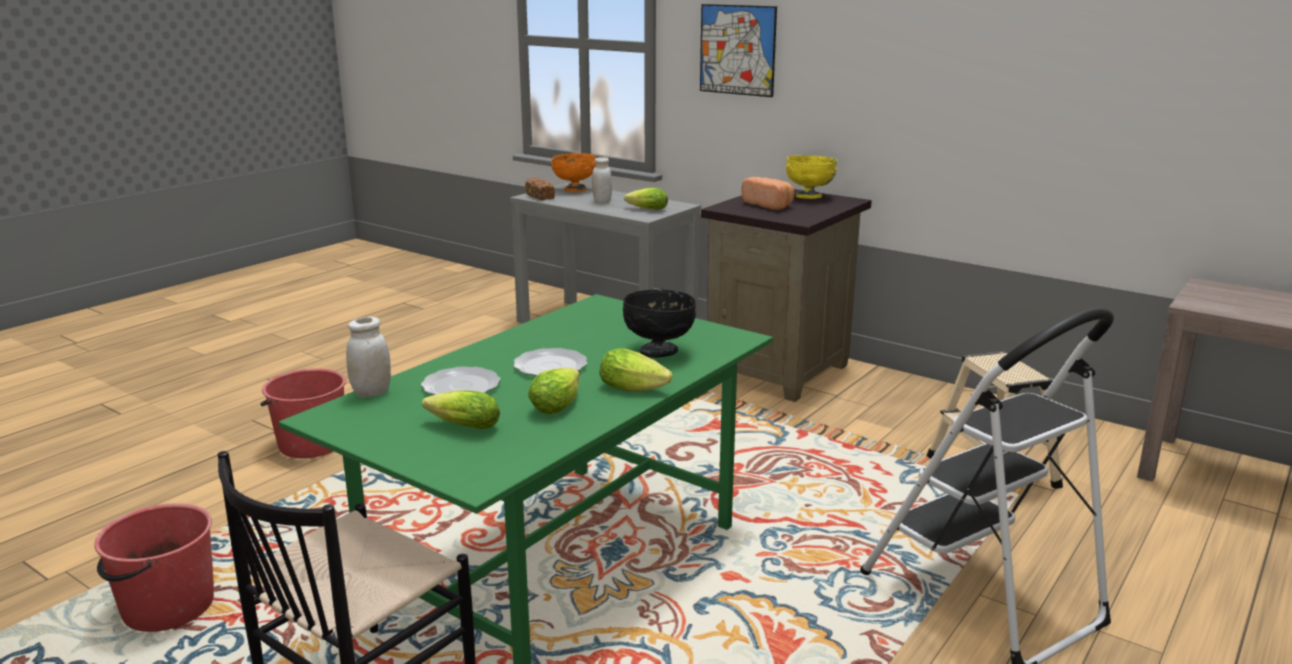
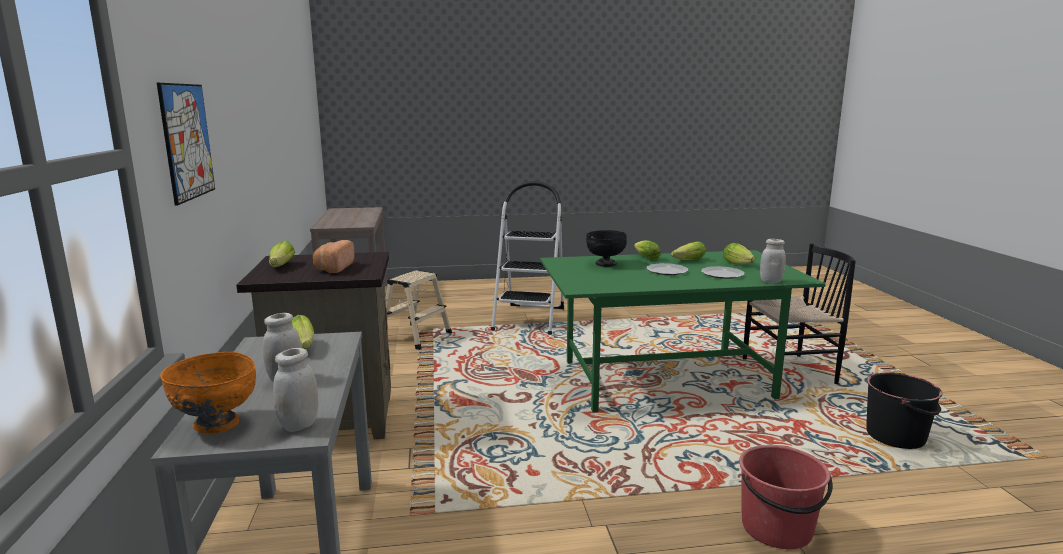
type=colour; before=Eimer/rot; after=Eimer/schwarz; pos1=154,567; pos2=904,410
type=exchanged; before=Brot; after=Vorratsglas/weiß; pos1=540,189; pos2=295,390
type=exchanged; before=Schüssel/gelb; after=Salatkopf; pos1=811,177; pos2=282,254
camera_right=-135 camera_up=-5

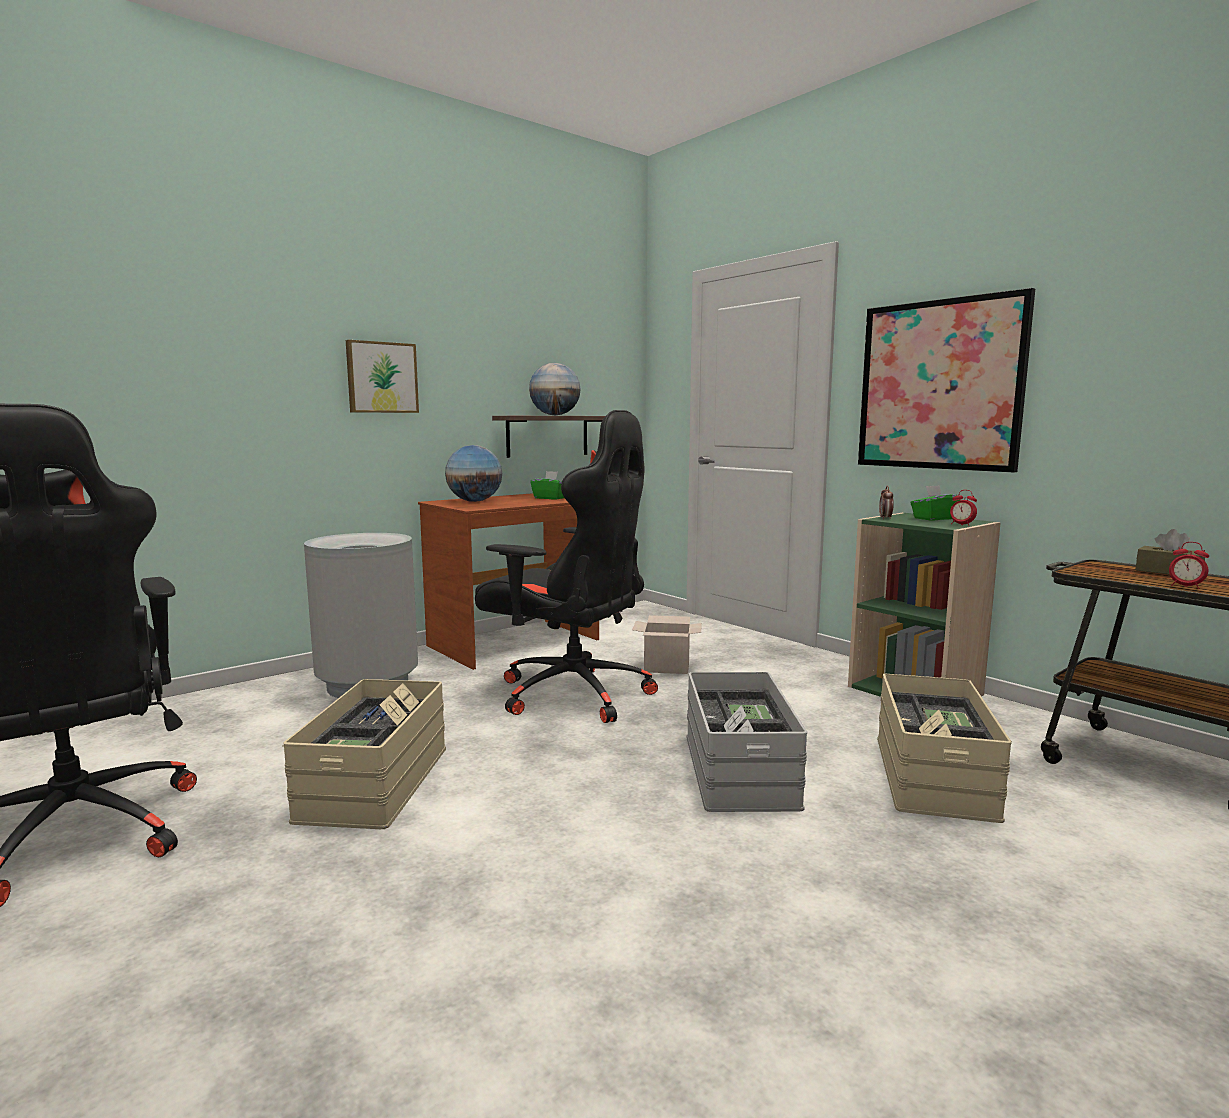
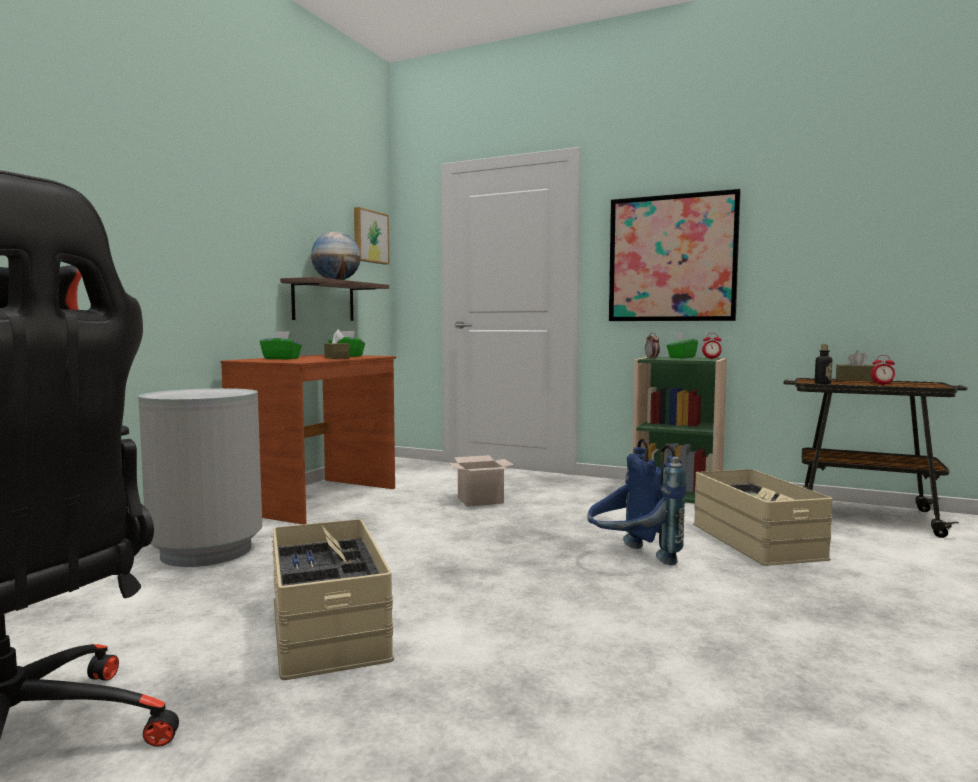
type=relocated; before=Bild; pos1=382,376; pos2=371,236
type=exchanged; before=Globus; after=Taschentuchbox/grün; pos1=473,473; pos2=281,345
type=missing; before=Bürostuhl/schwarz; pos1=566,566
type=exchanged; before=Aufbewahrungsbox/grau; after=Rucksack/blau; pos1=746,742; pos2=636,501
type=appeared; after=Taschentuchbox/braun; pos2=337,344
type=appeared; after=Flasche; pos2=824,364
camera_right=-25 camera_up=-5

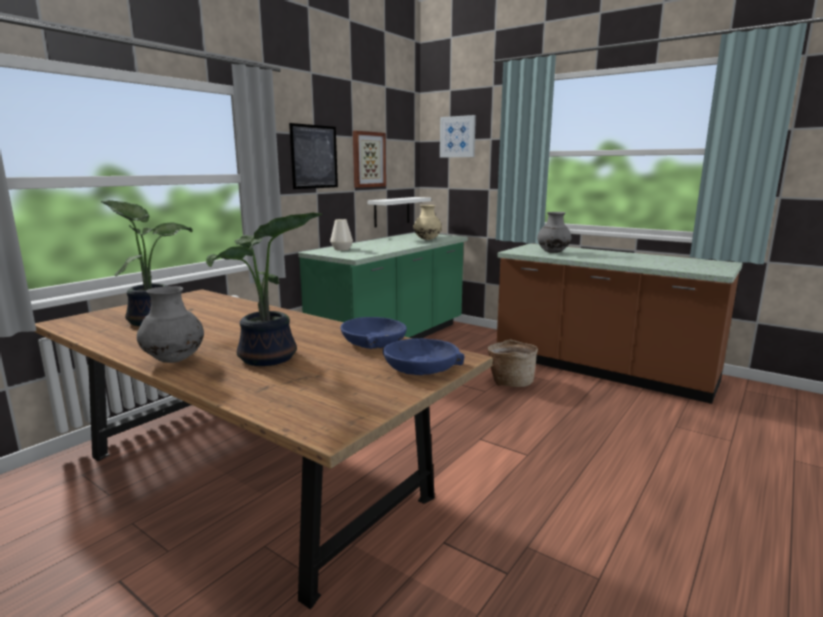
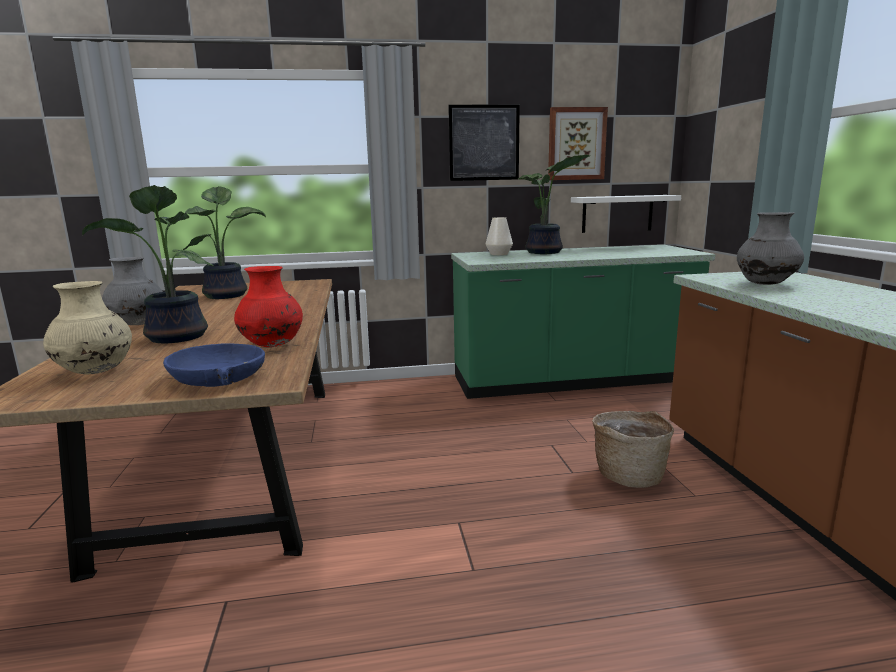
type=exchanged; before=Schüssel/blau; after=Vase/rot; pos1=373,333; pos2=268,306
type=relocated; before=Vase/beige; pos1=427,222; pos2=87,327
type=missing; before=Bild; pos1=458,136
type=appeared; after=Topfpflanze; pos2=554,204
camera_right=45 camera_up=0

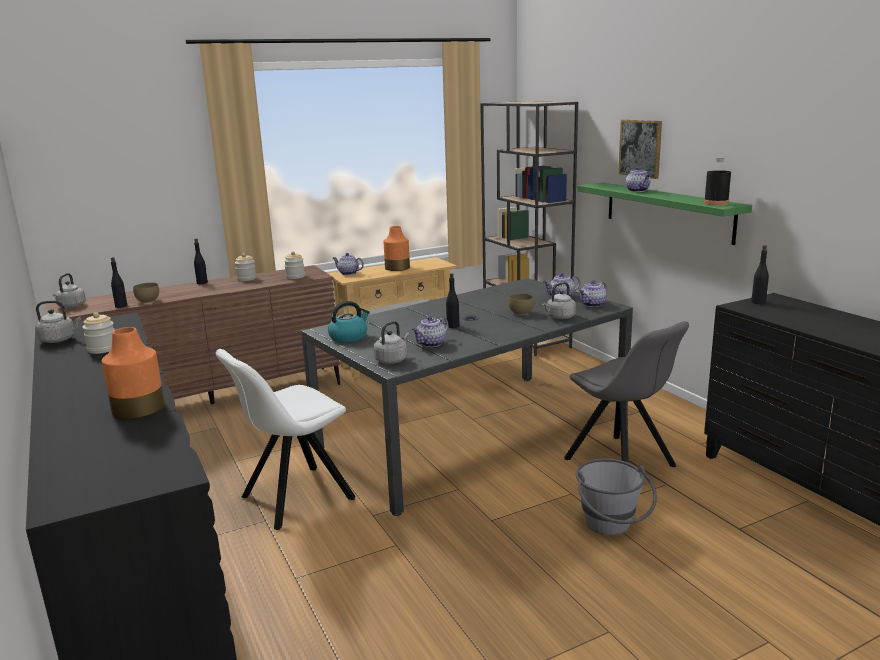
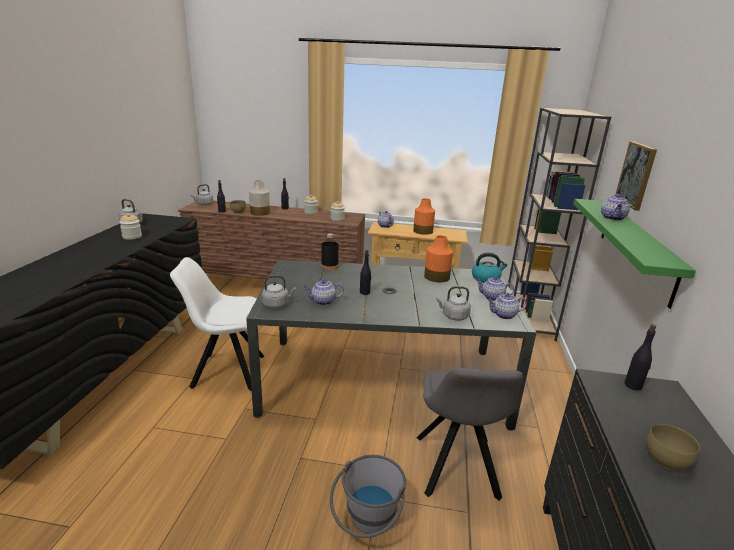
type=relocated; before=Vase/orange; pos1=133,373; pos2=438,258
type=relocated; before=Wasserkessel; pos1=349,321; pos2=489,268
type=relocated; before=Schüssel/braun; pos1=521,304; pos2=673,447
type=relocated; before=Flasche/schwarz; pos1=717,181; pos2=330,251
type=appeared; after=Vase/beige; pos2=259,198
camera_right=35 camera_up=5

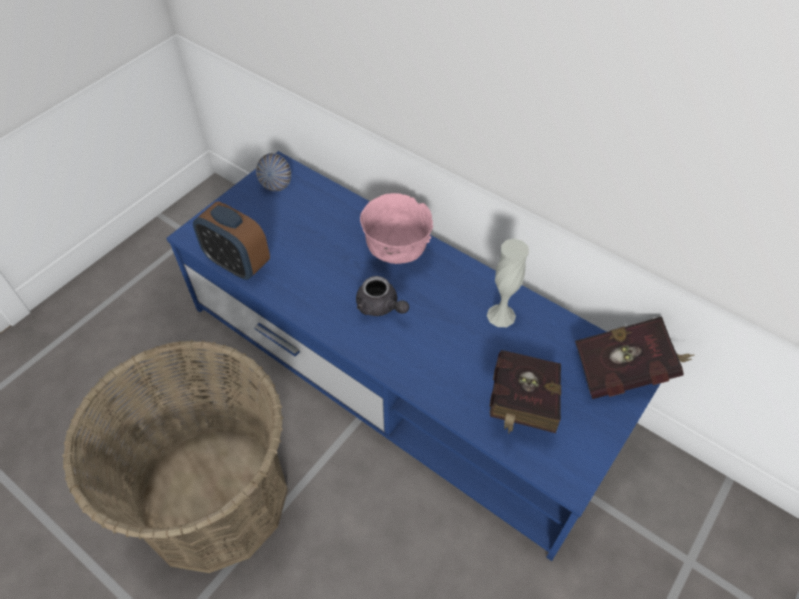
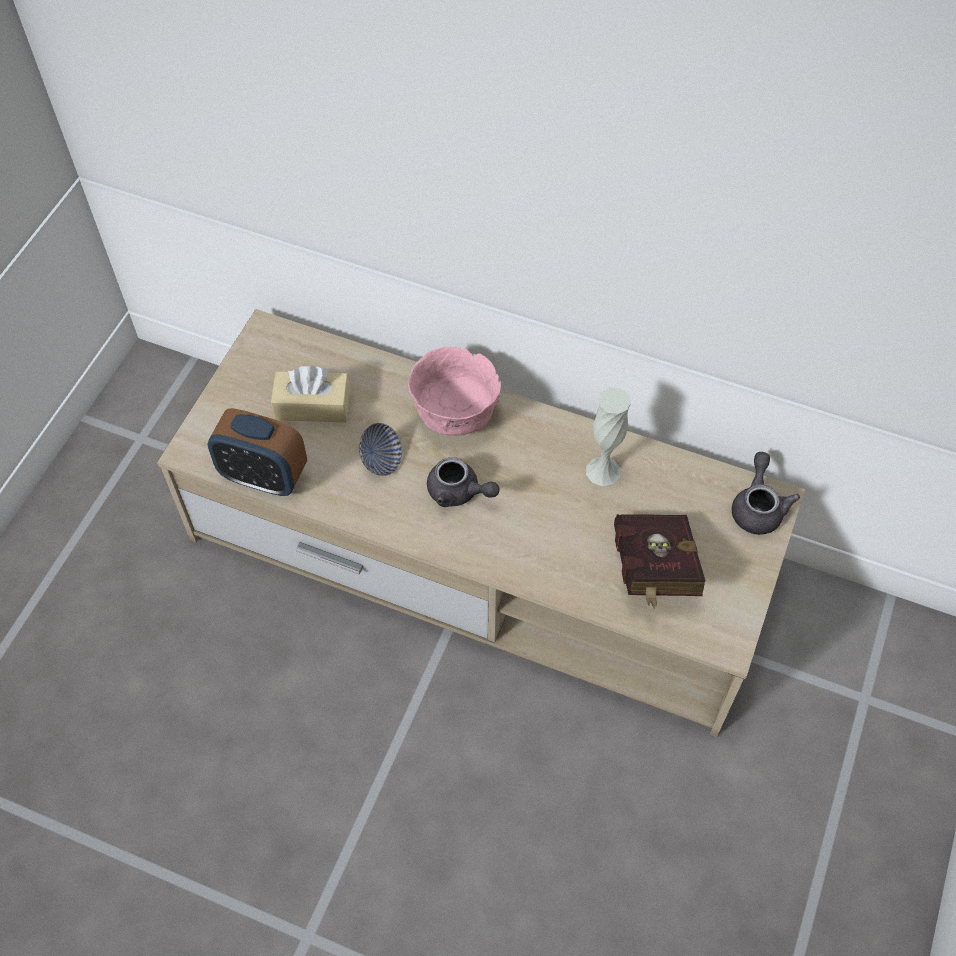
type=missing; before=Korb; pos1=175,456
type=colour; before=Fernsehschrank/blau; after=Fernsehschrank/beige; pos1=413,356; pos2=481,523
type=relocated; before=Schüssel; pos1=273,172; pos2=380,449
type=exchanged; before=Buch/rot; after=Teekanne/grau; pos1=634,357; pos2=766,493
type=appeared; after=Taschentuchbox/beige; pos2=310,394
camera_right=-15 camera_up=5

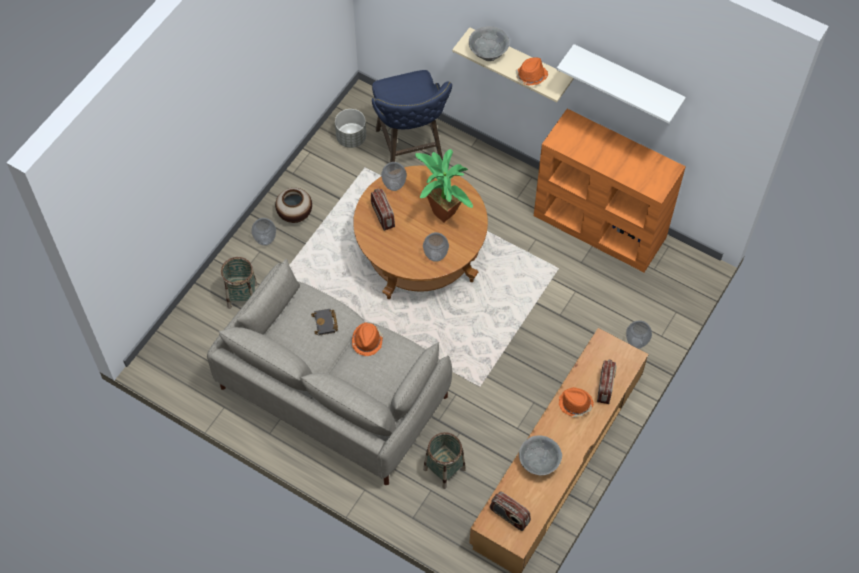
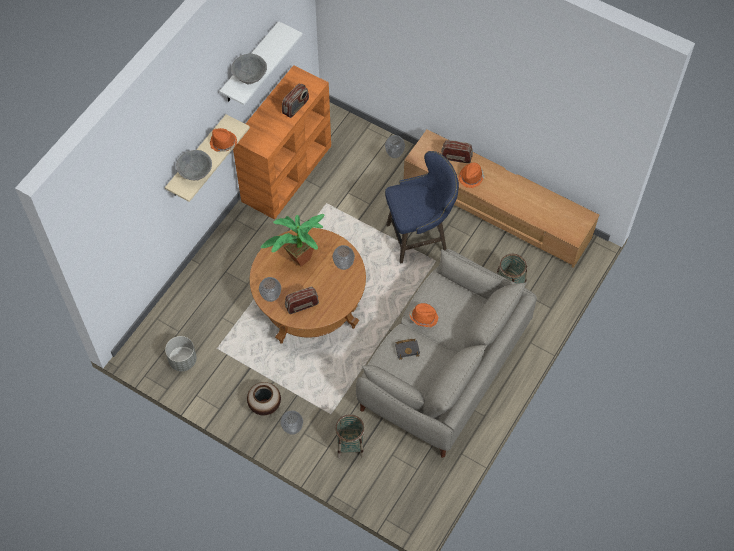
type=relocated; before=Hocker/blau; pos1=412,116; pos2=422,207
type=relocated; before=Radio; pos1=510,511; pos2=295,101
type=relocated; before=Schüssel/grau; pos1=540,455; pos2=249,68
camera_right=-90 camera_up=0

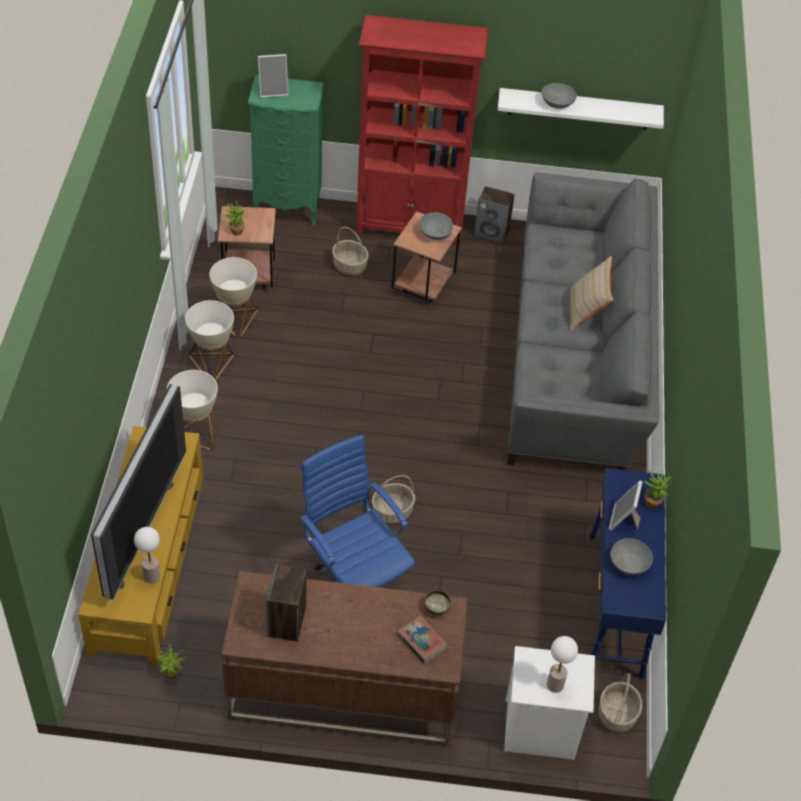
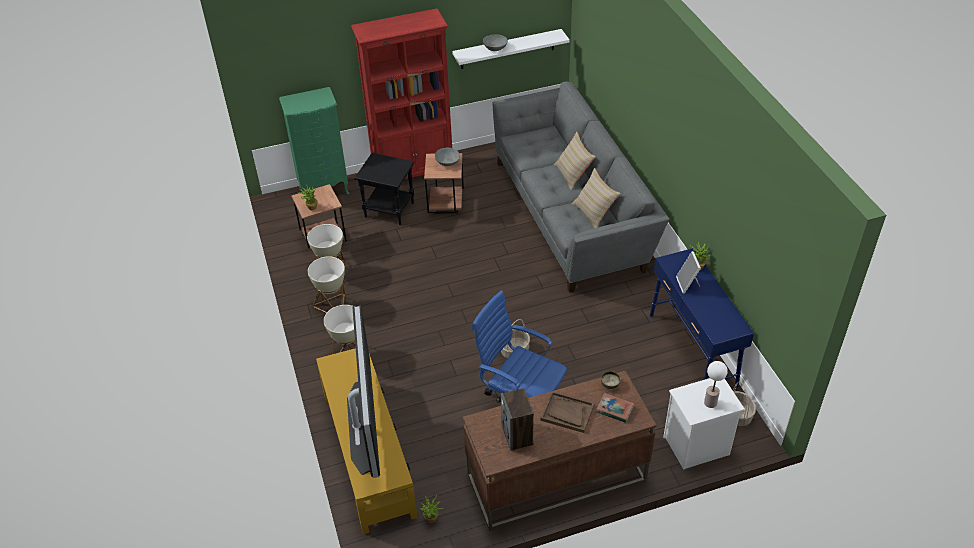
type=missing; before=Tischlampe; pos1=147,555
type=missing; before=Bilderrahmen; pos1=273,76
type=exchanged; before=Korb; after=Beistelltisch/schwarz; pos1=350,251; pos2=384,189
type=missing; before=Lautsprecher; pos1=494,215
type=missing; before=Schüssel/grau; pos1=631,556
type=appeared; after=Tablett/braun; pos2=567,412
type=appeared; after=Kissen/beige; pos2=596,198
camera_right=-20 camera_up=-5

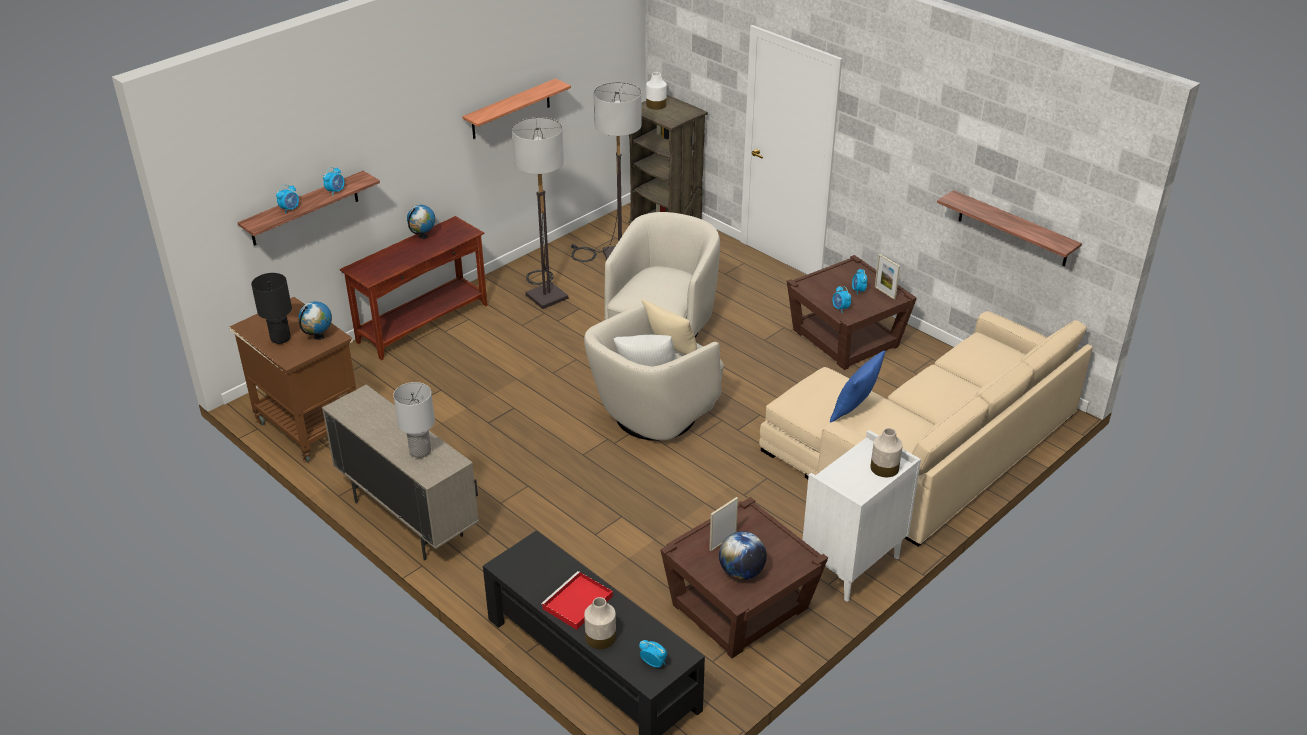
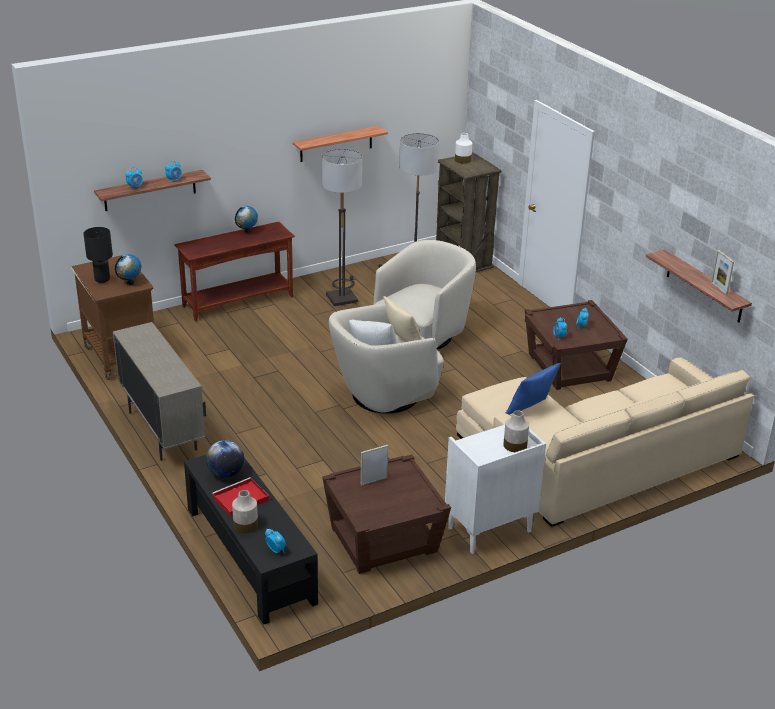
type=missing; before=Tischlampe/grau; pos1=414,420
type=relocated; before=Globus; pos1=743,555; pos2=225,459
type=relocated; before=Bilderrahmen; pos1=887,277; pos2=722,272
camera_right=15 camera_up=-5

